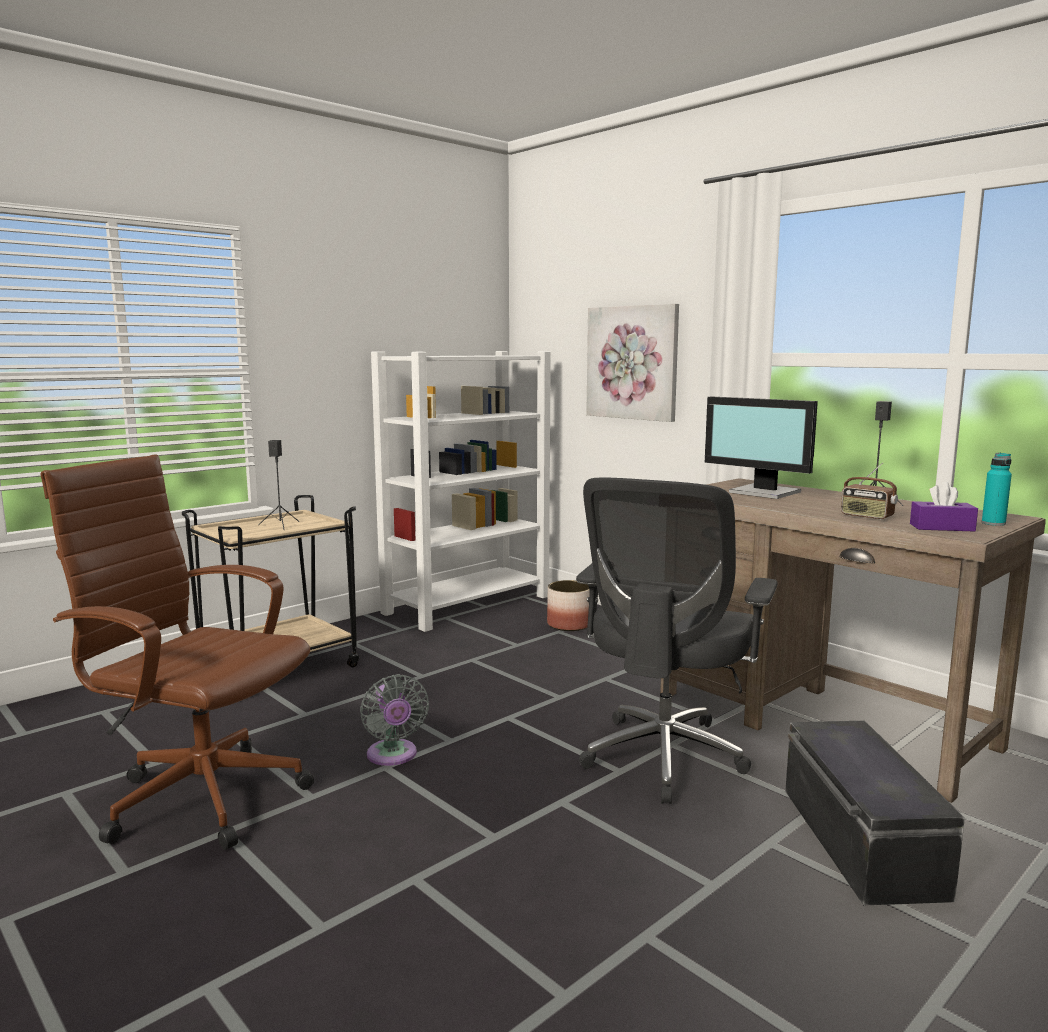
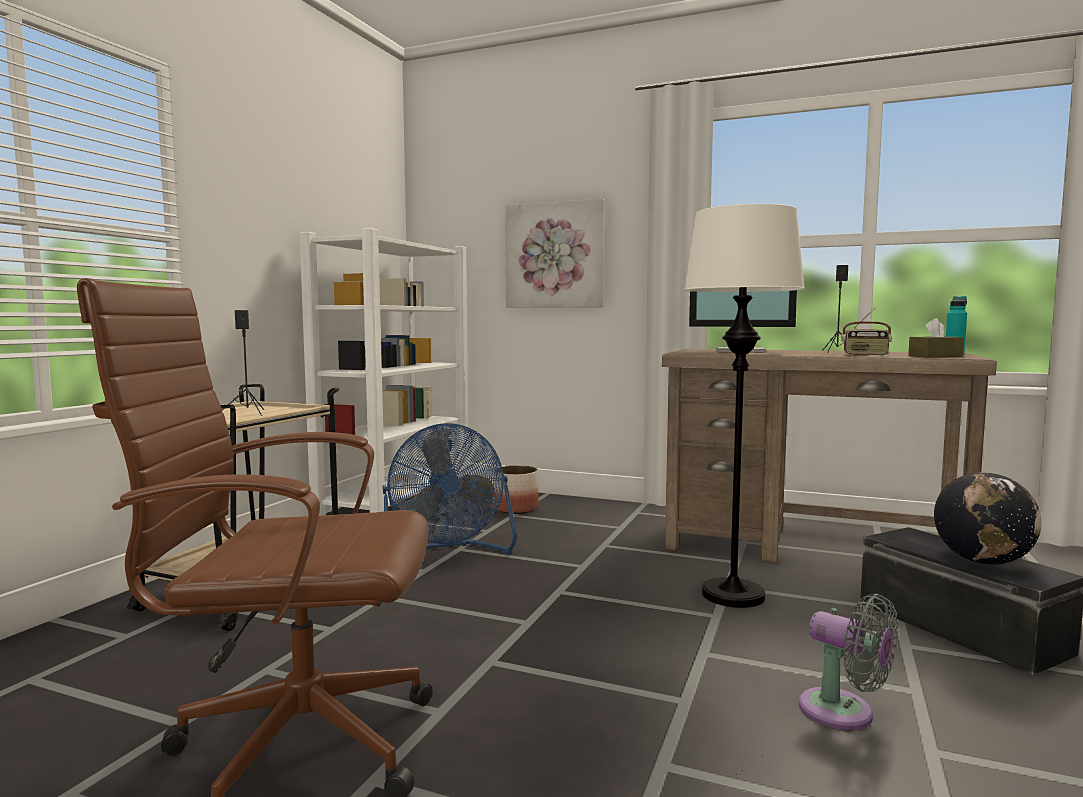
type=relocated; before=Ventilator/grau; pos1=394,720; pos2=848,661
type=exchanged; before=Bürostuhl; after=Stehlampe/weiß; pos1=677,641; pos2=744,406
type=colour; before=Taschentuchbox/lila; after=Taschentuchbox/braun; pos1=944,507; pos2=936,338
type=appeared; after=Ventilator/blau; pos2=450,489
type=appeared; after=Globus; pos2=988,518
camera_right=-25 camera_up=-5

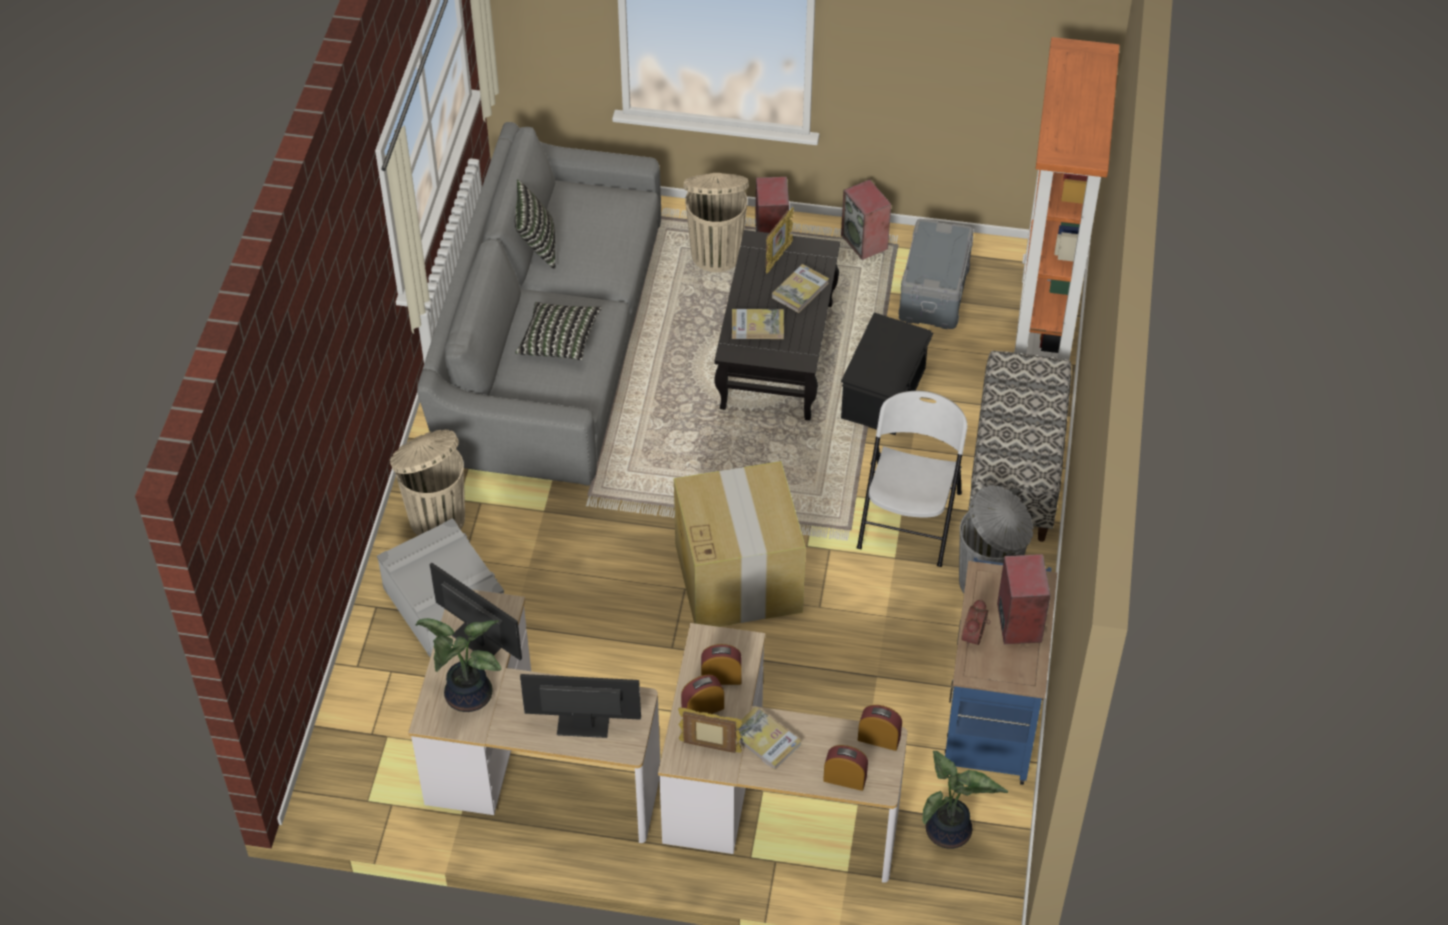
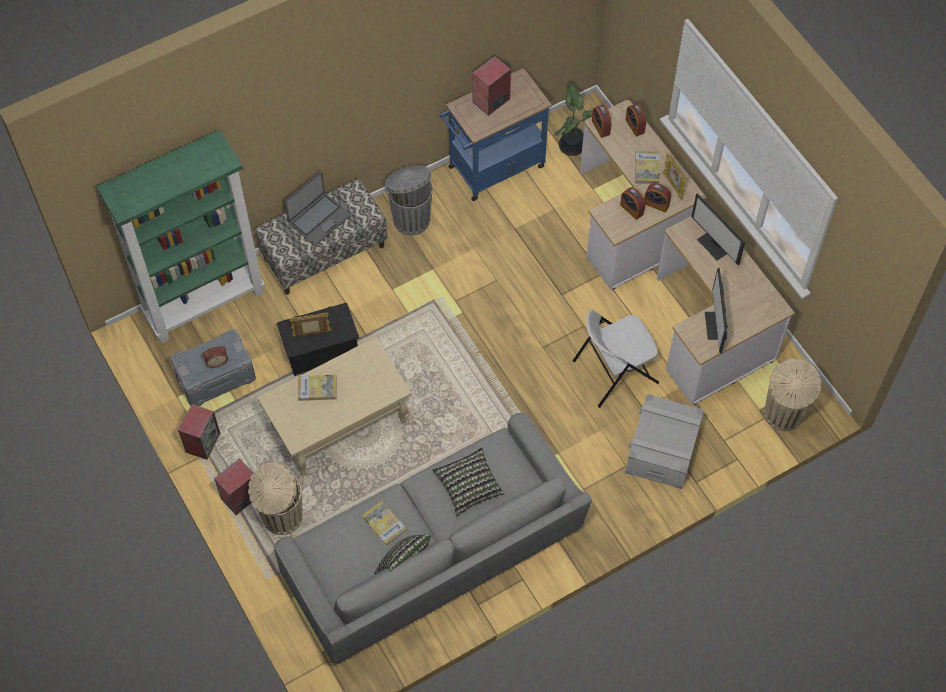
type=relocated; before=Mülleimer/beige; pos1=427,483; pos2=792,395
type=missing; before=Topfpflanze; pos1=458,665
type=missing; before=Karton; pos1=740,544
type=colour; before=Couchtisch/schwarz; after=Couchtisch/beige; pos1=777,325; pos2=334,406
type=relocated; before=Buch; pos1=758,324; pos2=384,523
type=relocated; before=Bilderrahmen; pos1=780,240; pos2=310,325
type=relocated; before=Stuhl/weiß; pos1=912,479; pos2=616,359
type=relocated; before=Wecker; pos1=976,623; pos2=215,357
type=colour; before=Bücherregal/orange; after=Bücherregal/grün; pos1=1067,198; pos2=181,236
type=appeared; after=Laptop; pos2=318,208
camera_right=-130 camera_up=10

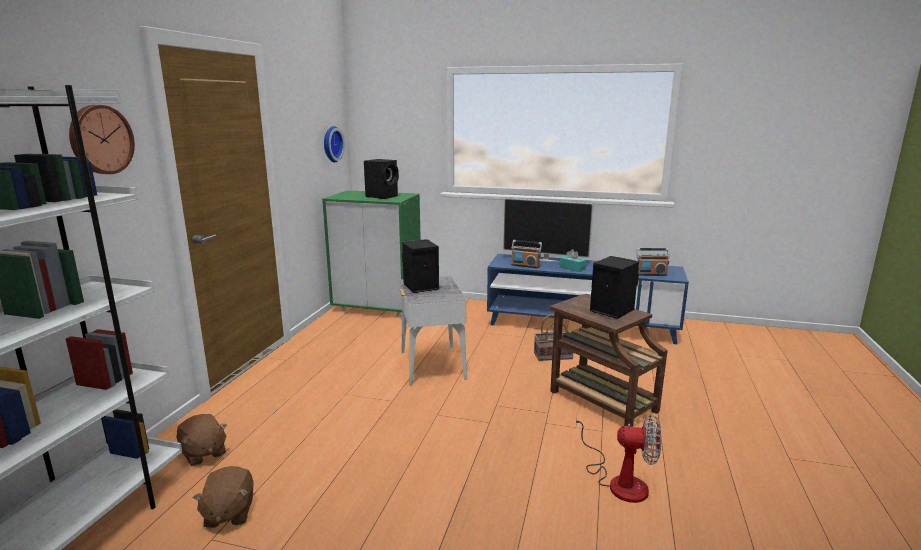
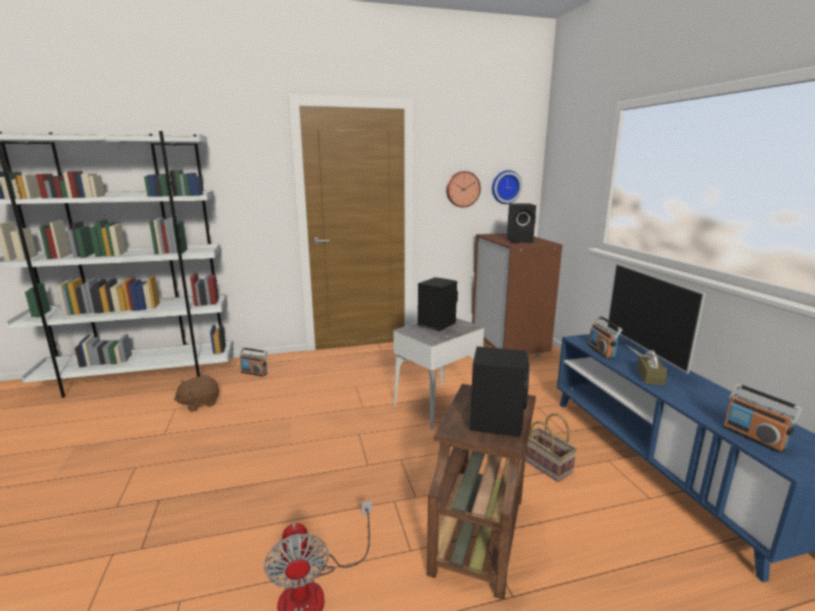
type=relocated; before=Wanduhr; pos1=102,139; pos2=463,189
type=exchanged; before=Plüschtier/braun; after=Radio; pos1=201,440; pos2=253,362
type=colour; before=Schrank/grün; after=Schrank/braun; pos1=371,253; pos2=517,295
type=colour; before=Taschentuchbox/türkis; after=Taschentuchbox/braun; pos1=572,260; pos2=652,368
camera_right=60 camera_up=0

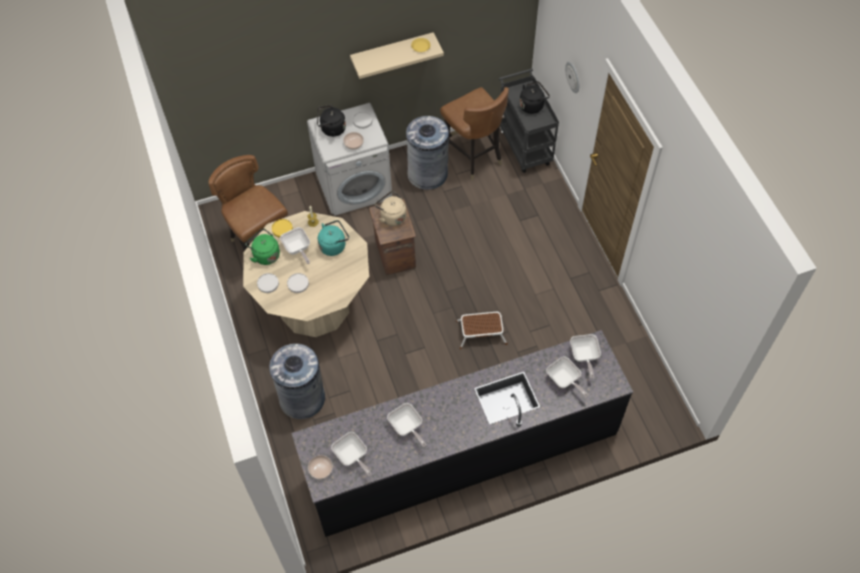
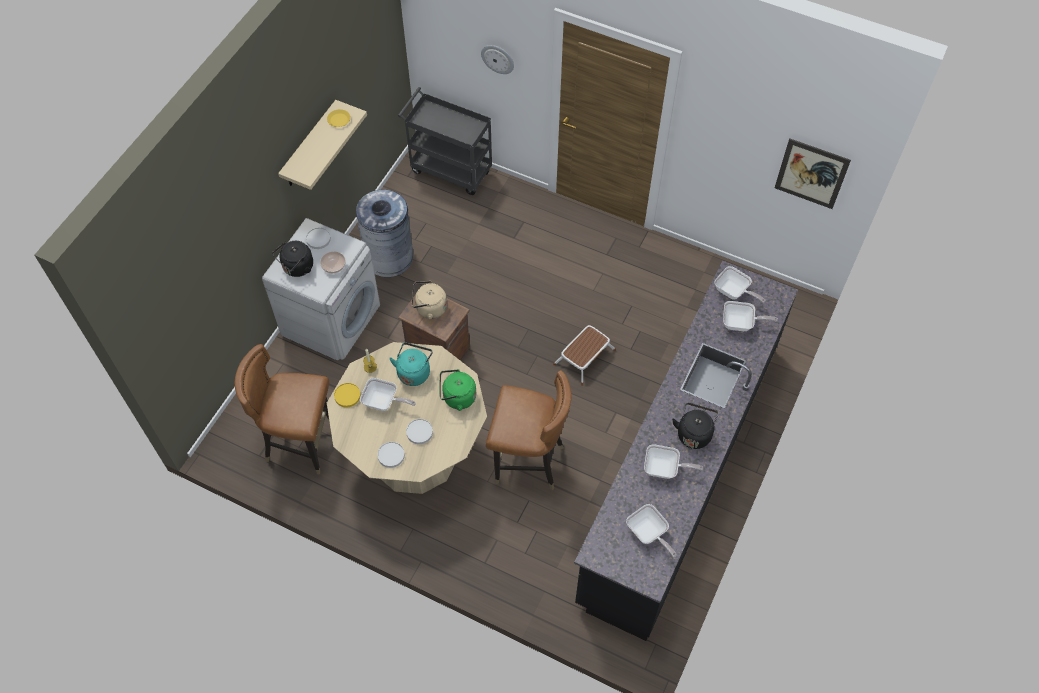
type=relocated; before=Wasserkessel/grün; pos1=262,246; pos2=458,390
type=missing; before=Mülleimer/grau; pos1=297,381
type=missing; before=Schüssel; pos1=320,467
type=spun; before=Pfanne; pos1=351,454; pos2=651,530; turn=45
type=relocated; before=Stuhl/braun; pos1=474,133; pos2=529,430
type=relocated; before=Wasserkessel/schwarz; pos1=535,97; pos2=695,426
type=appeared; after=Bild; pos2=813,173
camera_right=-45 camera_up=0

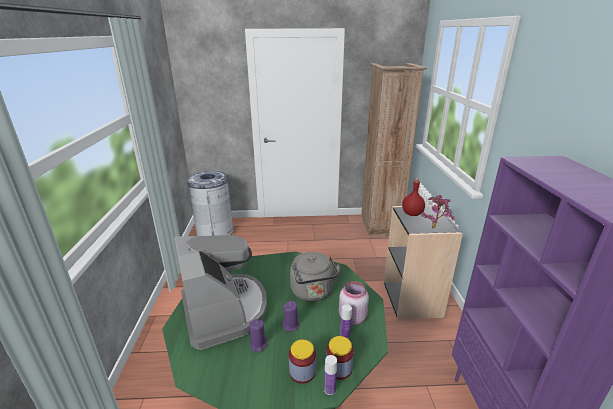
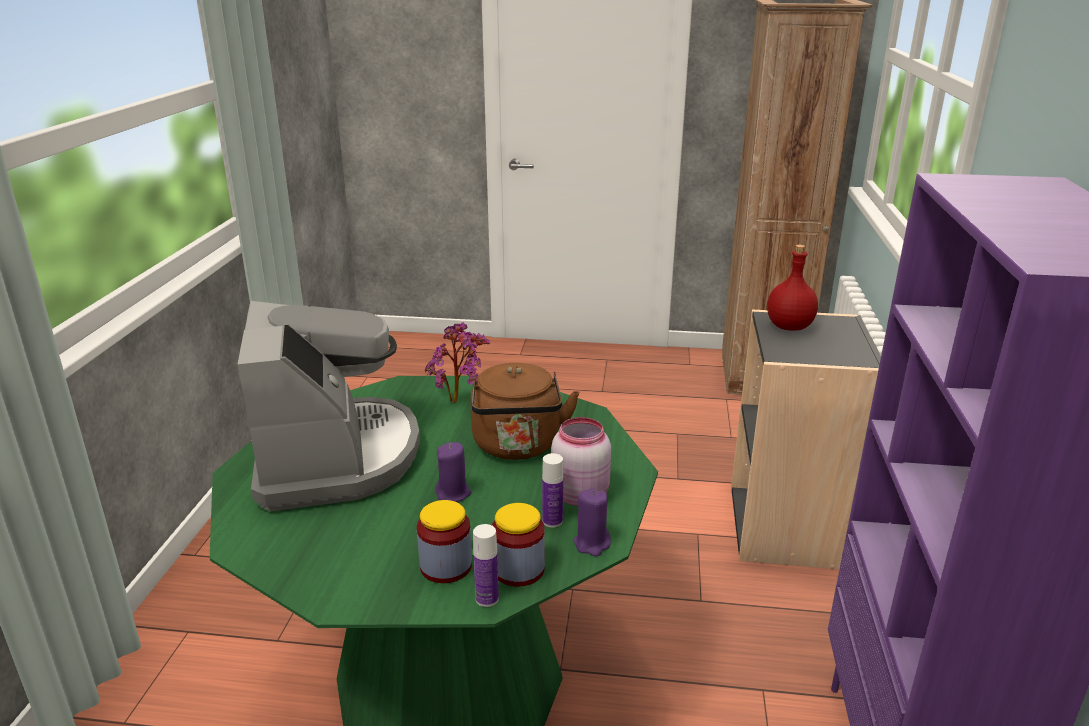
type=missing; before=Mülleimer/grau; pos1=210,203
type=relocated; before=Kerze/lila; pos1=258,335; pos2=592,522
type=colour; before=Wasserkessel/grau; after=Wasserkessel/braun; pos1=316,276; pos2=525,411
type=relocated; before=Topfpflanze; pos1=438,211; pos2=457,362
camera_right=10 camera_up=0

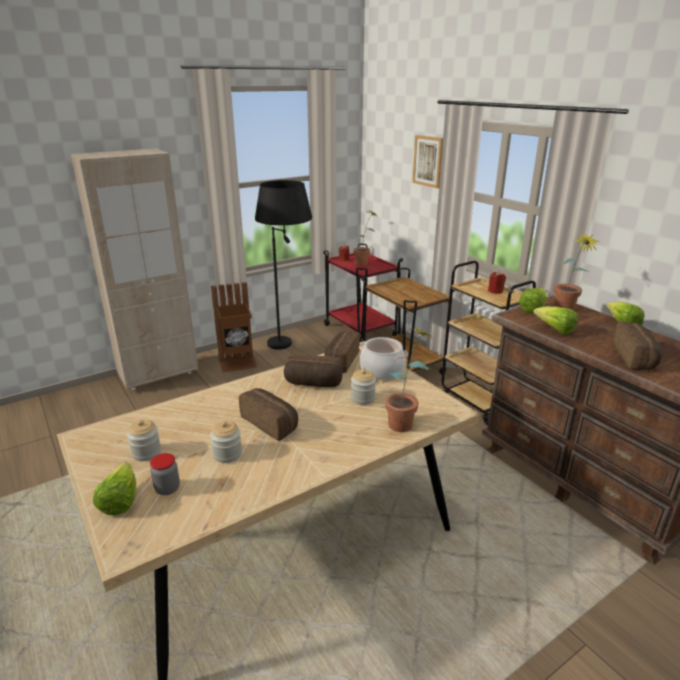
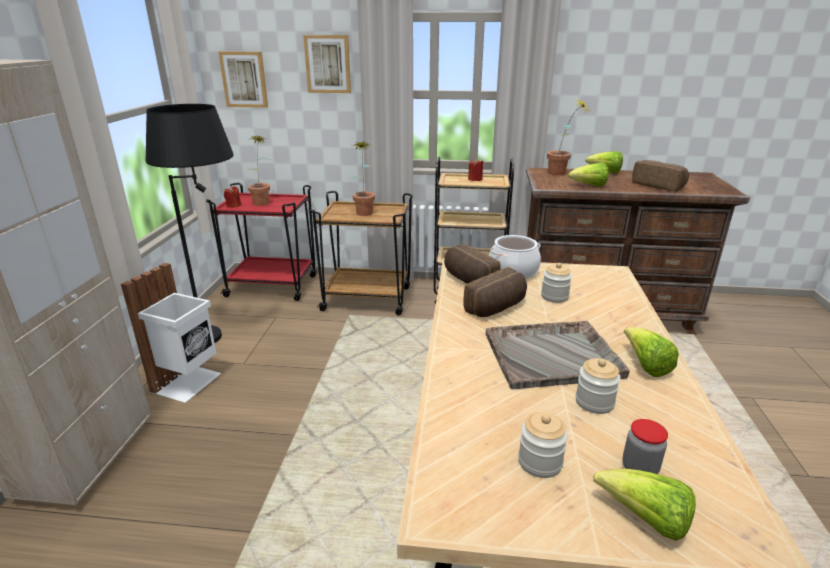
type=colour; before=Mülleimer/braun; after=Mülleimer/weiß; pos1=234,327; pos2=171,333
type=exchanged; before=Brot; after=Tablett/grau; pos1=268,414; pos2=558,355
type=relocated; before=Topfpflanze; pos1=409,379; pos2=362,178
type=relocated; before=Salatkopf; pos1=532,300; pos2=651,352
type=appeared; after=Bild; pos2=243,80
camera_right=-50 camera_up=0

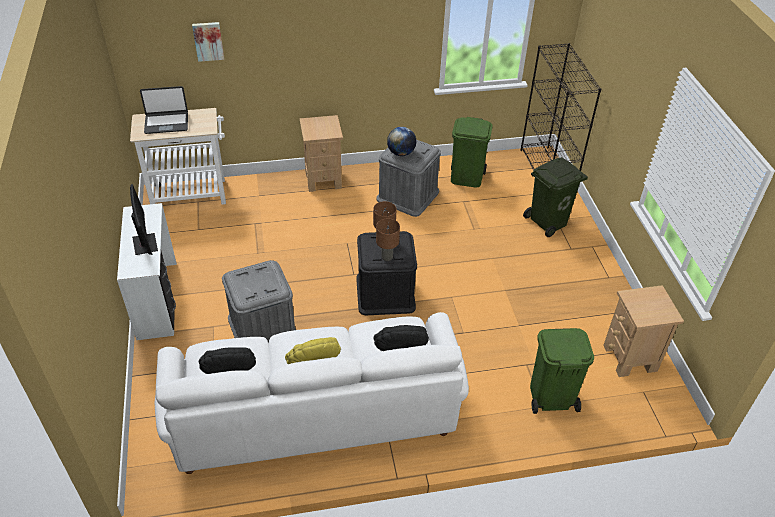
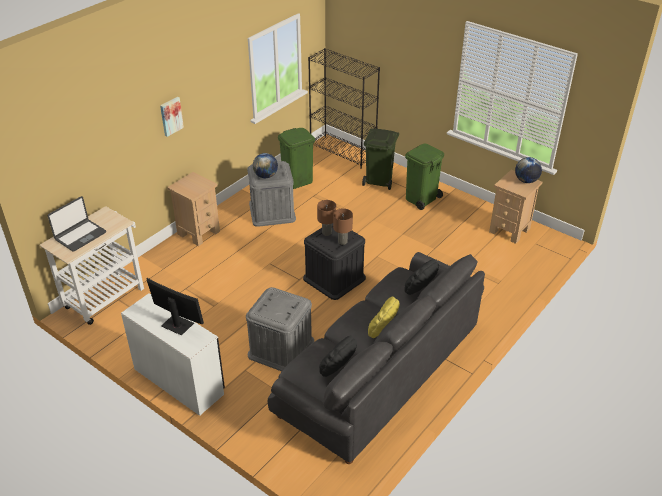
type=colour; before=Sofa/weiß; after=Sofa/schwarz; pos1=312,393; pos2=376,358
type=relocated; before=Bild; pos1=208,42; pos2=172,117
type=relocated; before=Mülleimer/grün; pos1=562,371; pos2=424,177
type=appeared; after=Globus; pos2=528,170
camera_right=-40 camera_up=-5

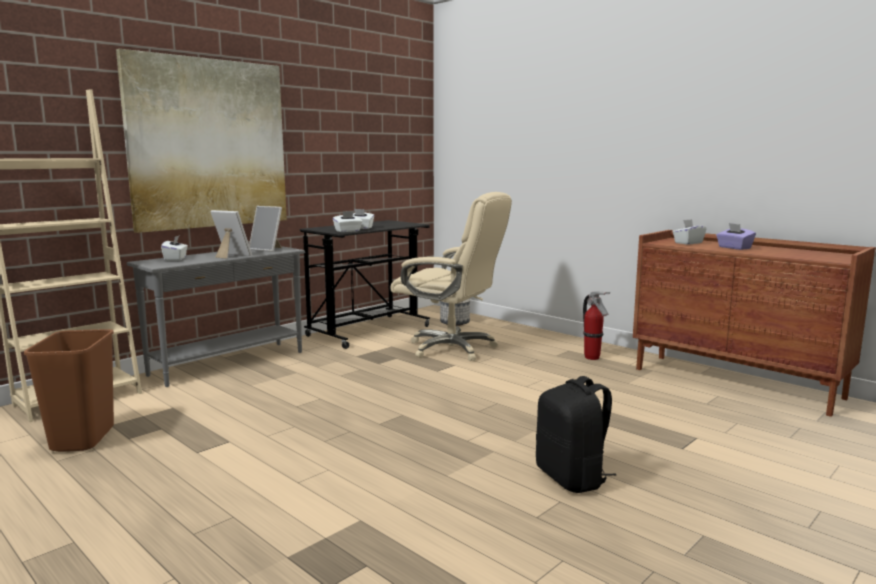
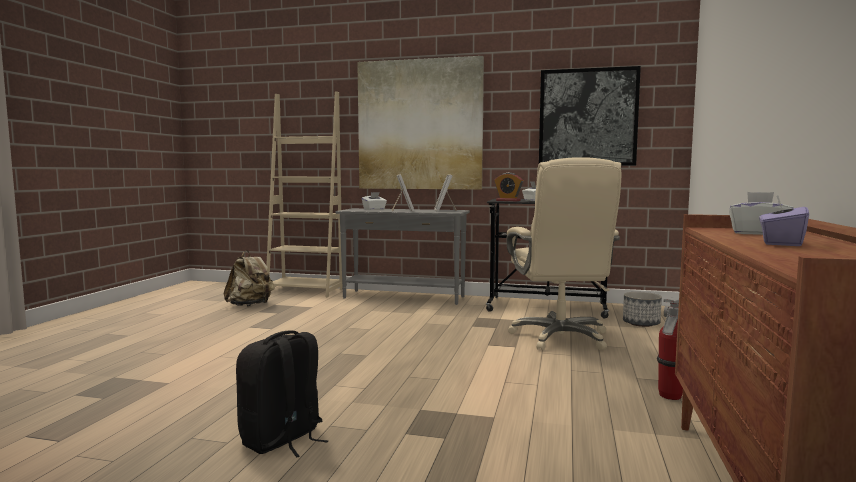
type=exchanged; before=Mülleimer/braun; after=Rucksack/beige; pos1=69,390; pos2=249,278
type=exchanged; before=Taschentuchbox/weiß; after=Wecker; pos1=347,221; pos2=508,187
type=appeared; after=Bild; pos2=590,116
camera_right=60 camera_up=-5

